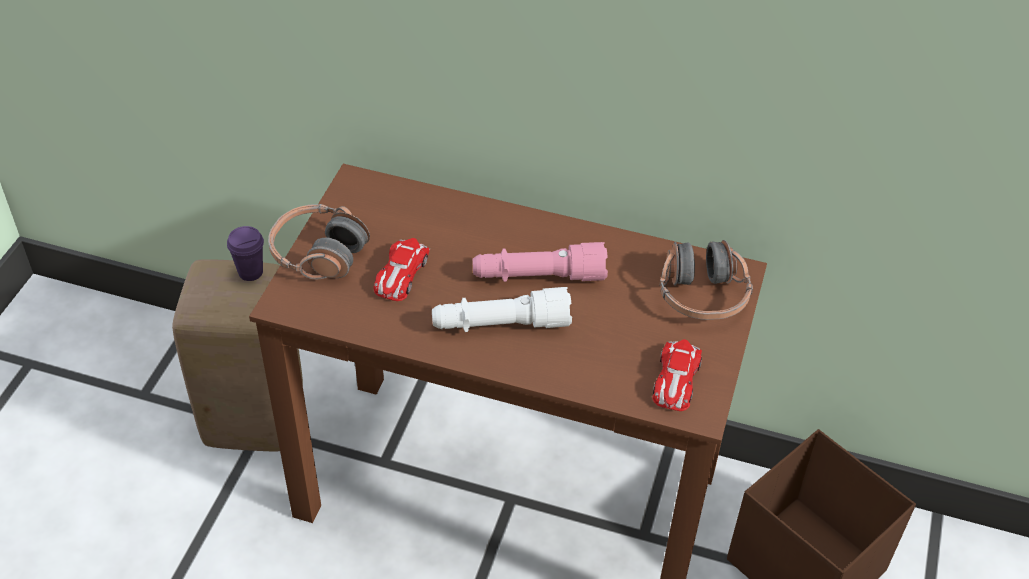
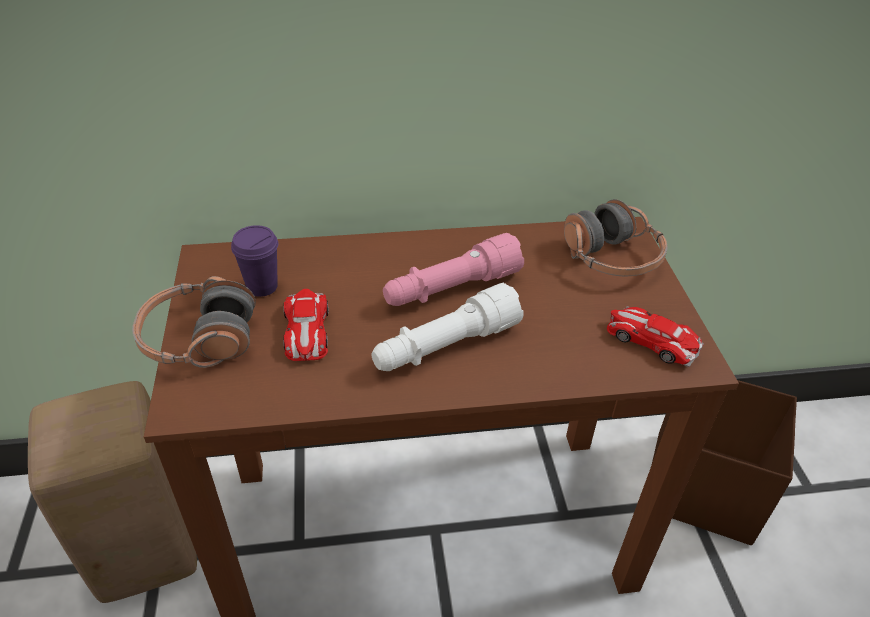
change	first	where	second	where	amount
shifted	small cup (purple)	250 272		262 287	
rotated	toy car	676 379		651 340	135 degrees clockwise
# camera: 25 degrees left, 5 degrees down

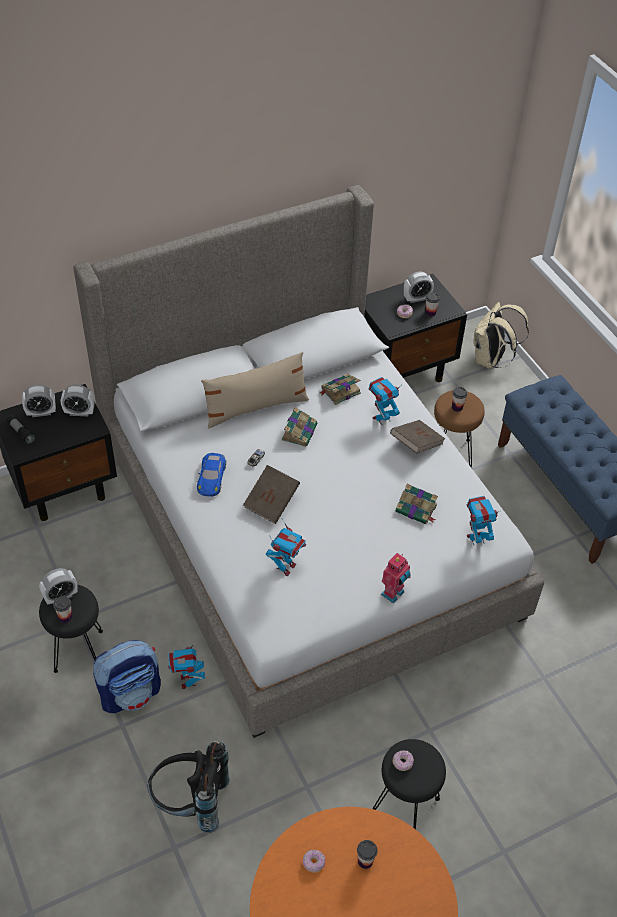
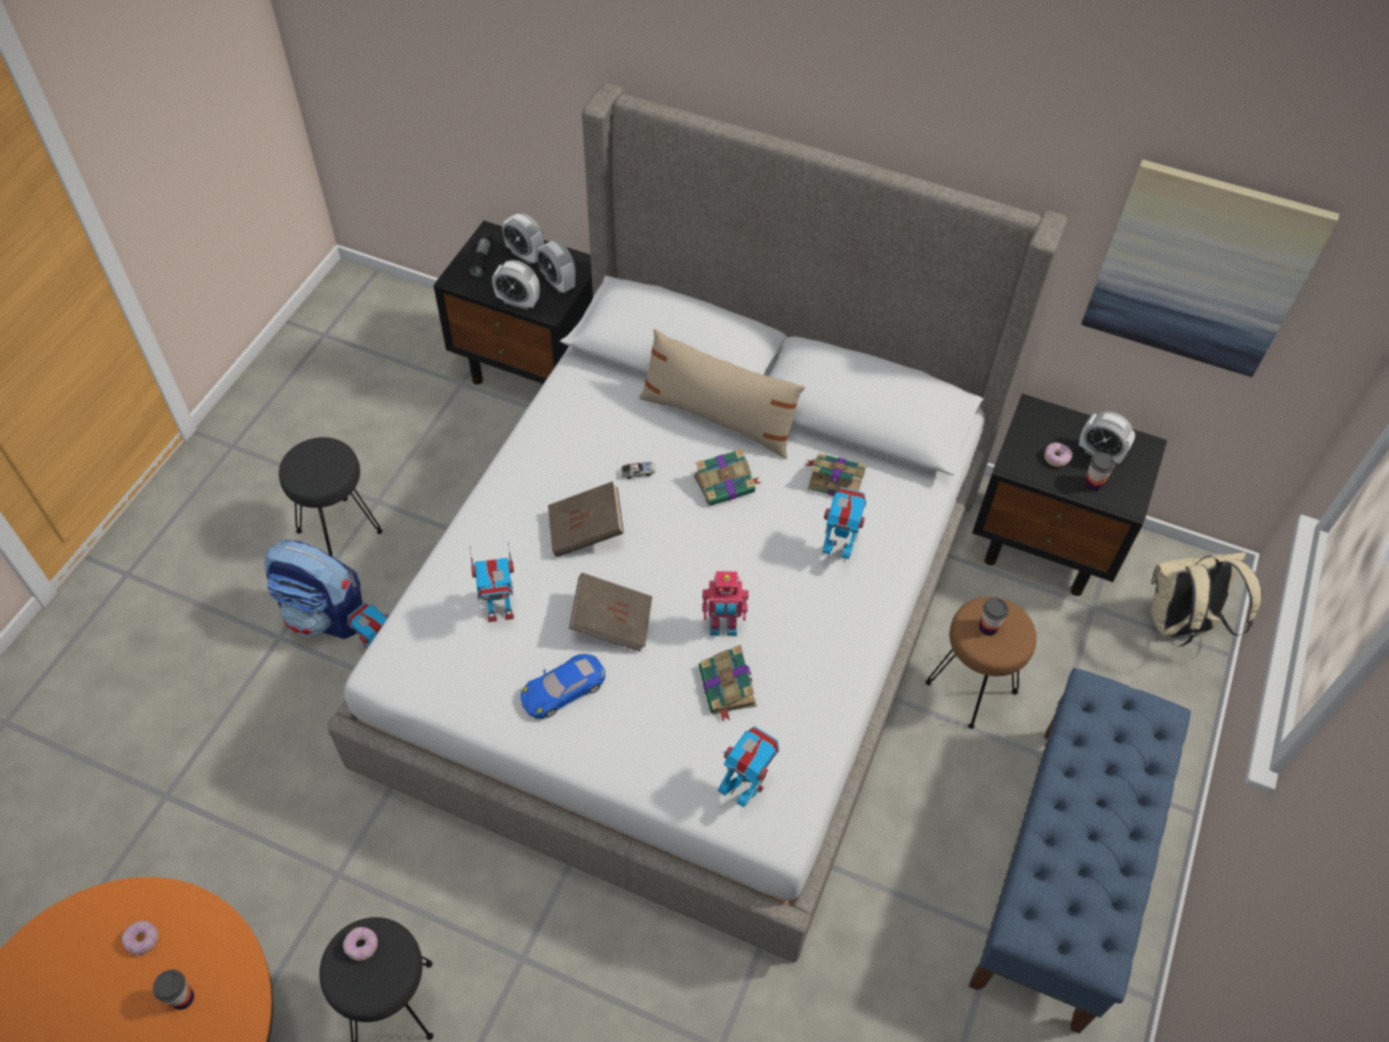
change	first	where	second	where	amount
gone	small cup	65 617			
gone	backpack (black)	191 803			
new			wall art	1201 269	
shifted	bedside clock	61 596		518 302	
shifted	toy car (blue)	211 477		563 689	
shifted	toy robot	393 594		723 627	
shifted	bound book (brownish)	416 444		612 622	
# camera: 50 degrees right, 5 degrees up

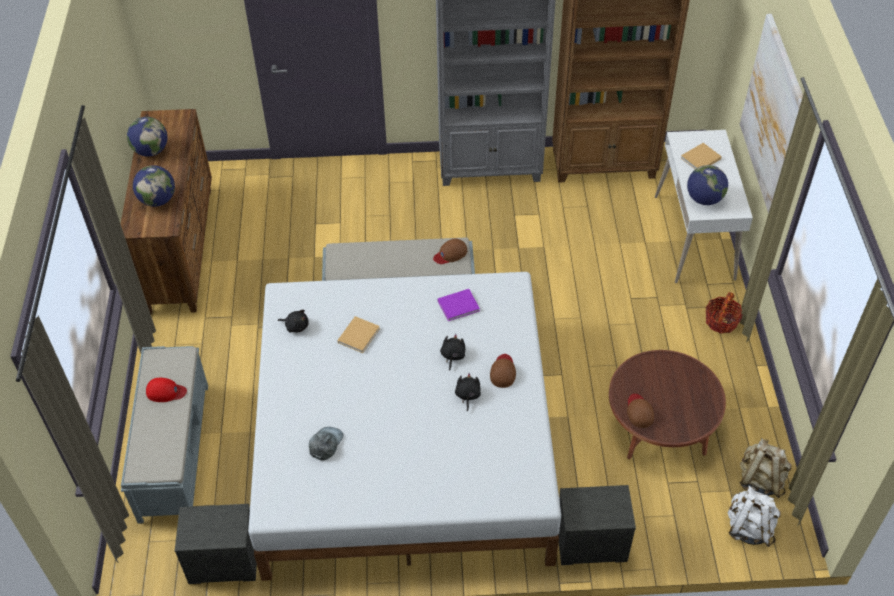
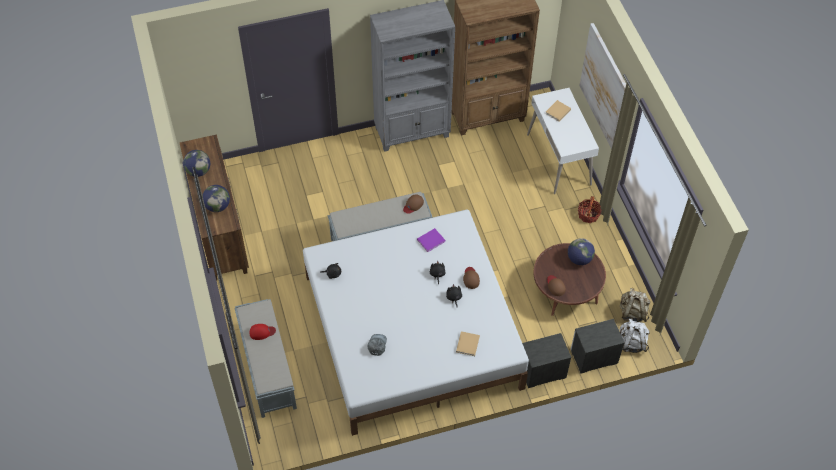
change	first	where	second	where	amount
shifted	night table	222 560		593 356	
shifted	bound book (beige)	359 334		468 343	
shifted	desk globe	704 199		579 259	
# camera: 15 degrees left, 5 degrees up

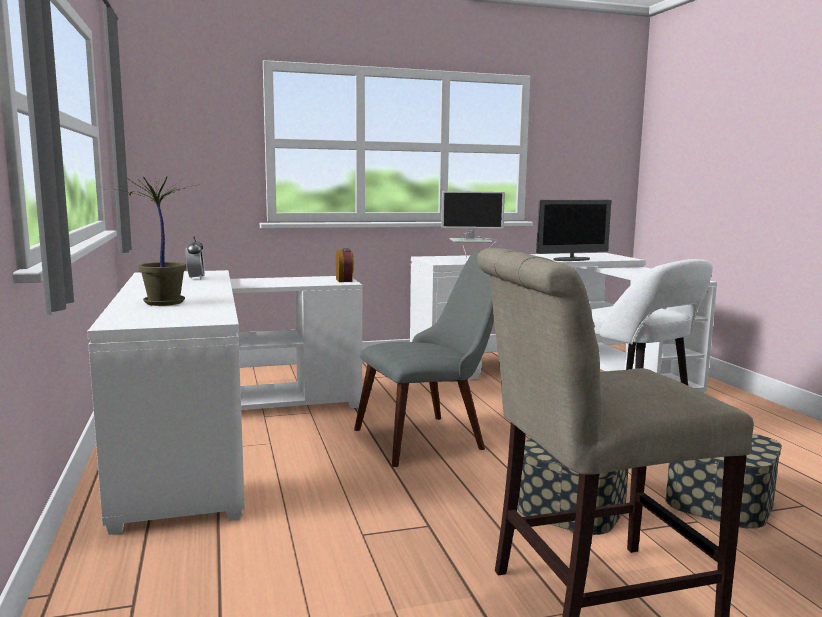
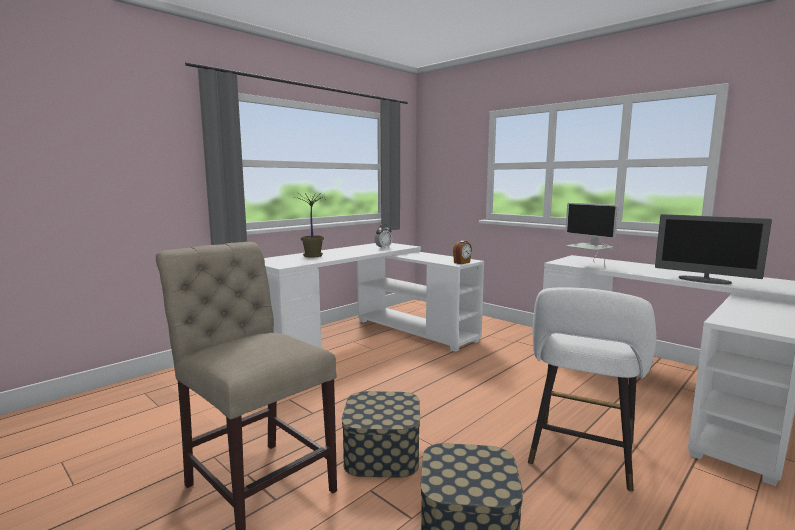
change	first	where	second	where	amount
gone	plain chair (grey)	433 436			
# camera: 60 degrees right, 0 degrees up

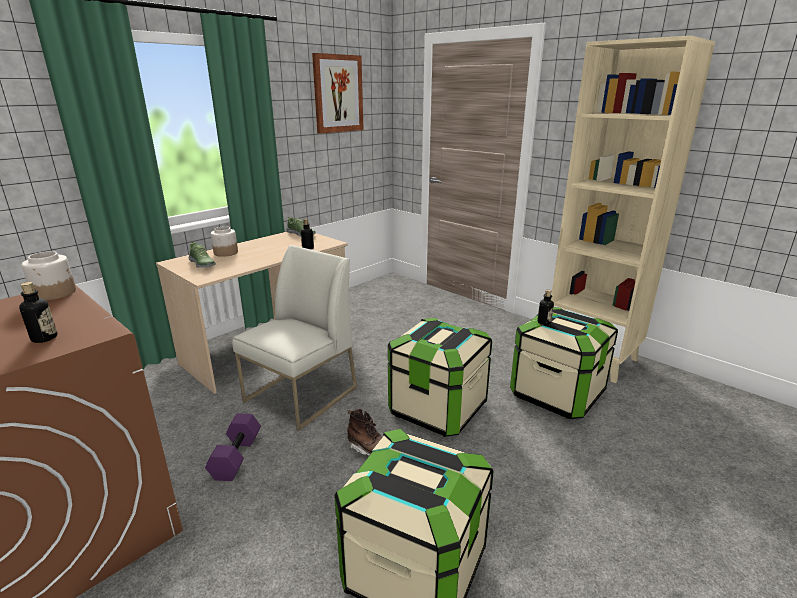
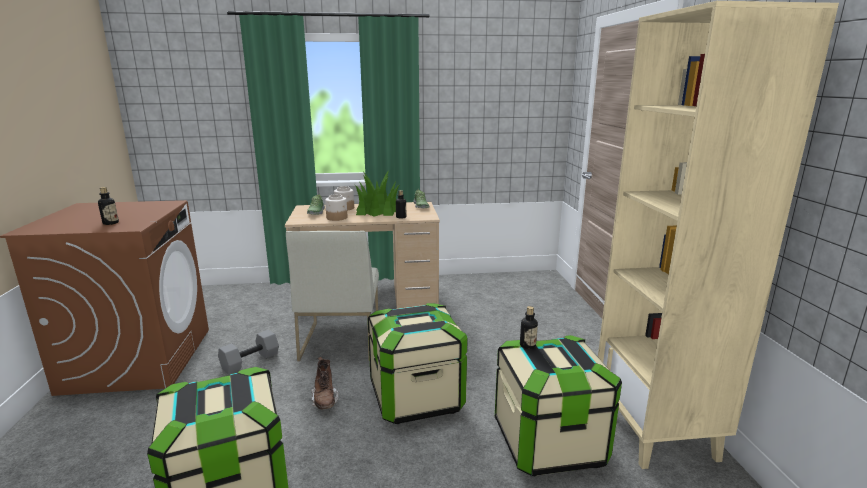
change	first	where	second	where	amount
gone	wall art	338 94			
new			houseplant	377 210	
shifted	jar	55 293		337 218	
repainted	hand weight (purple)	235 456	hand weight (grey)	250 360	
rotated	plain chair (white-coloured)	301 395		340 340	105 degrees clockwise
# camera: 40 degrees right, 5 degrees down

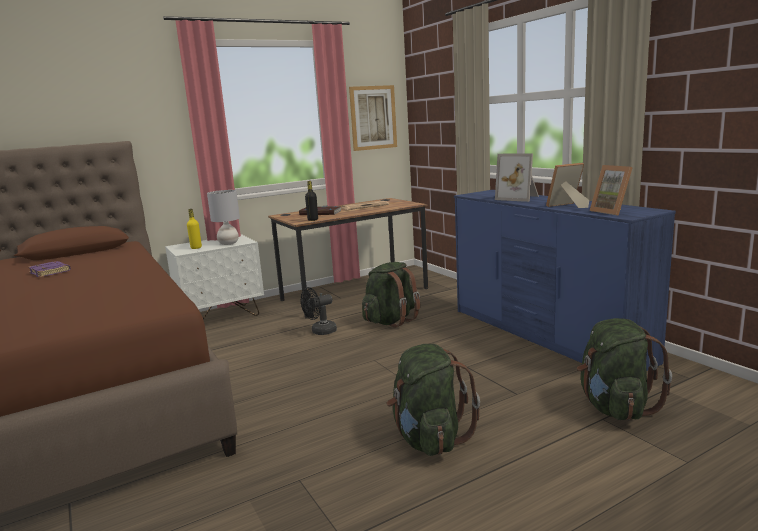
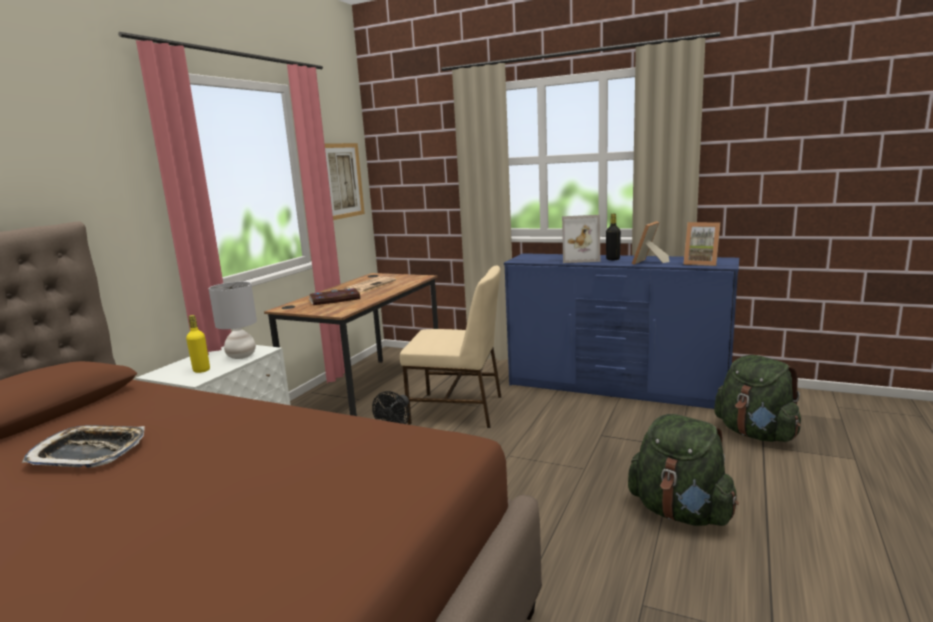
change	first	where	second	where	amount
shifted	drink bottle (black)	313 220		613 259	
swapped	bound book (purple)	51 272	serving tray	89 453	
swapped	backpack (green)	391 321	plain chair (beige)	458 410	
# camera: 35 degrees left, 0 degrees up

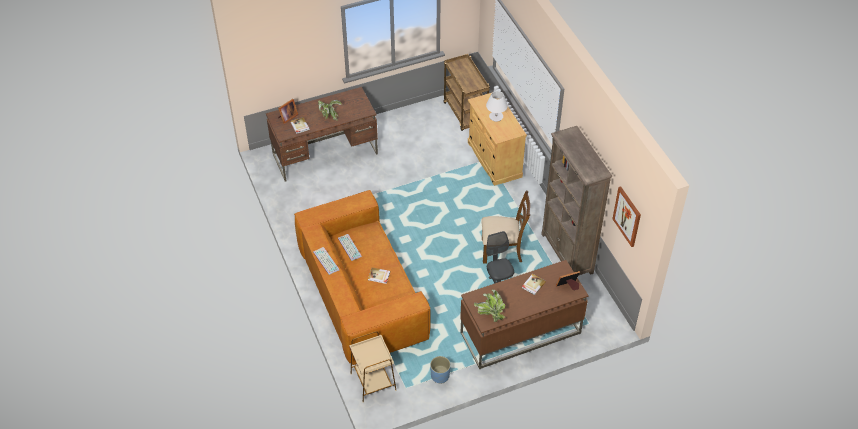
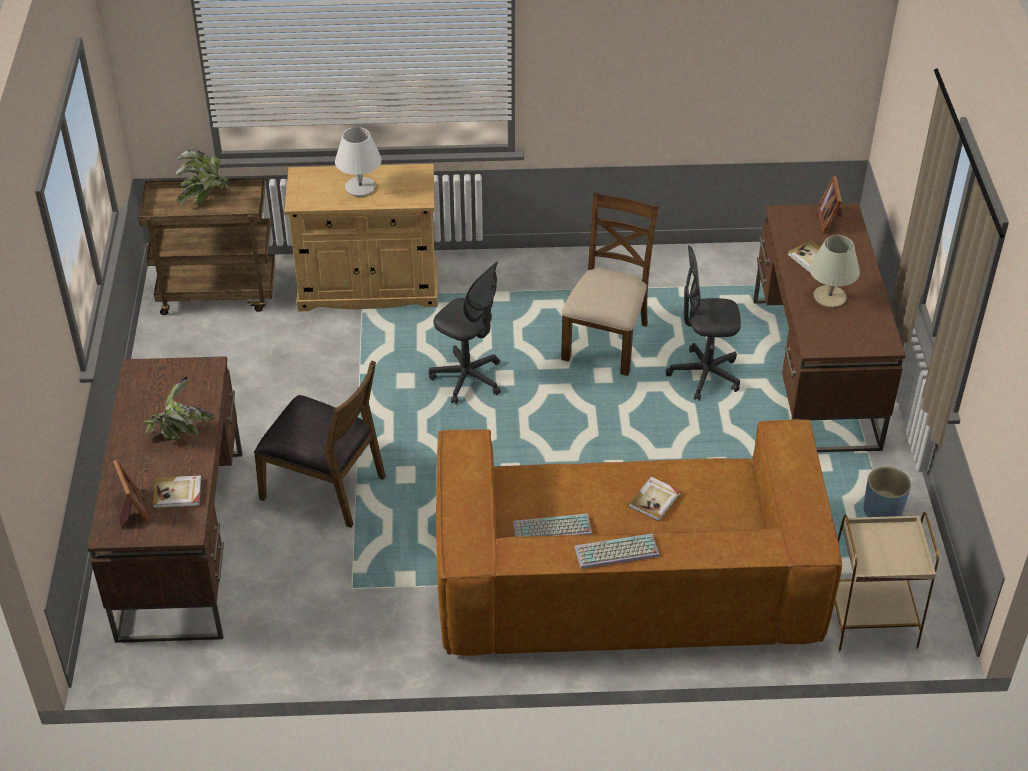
change	first	where	second	where	amount
gone	bookshelf (brownish)	567 254			
gone	wall art	627 216			
new			plain chair (brownish)	325 486	
new			desk chair (grey)	467 379	
new			tabletop lamp (beige)	829 297	
shifted	houseplant	489 313		205 196	
# camera: 70 degrees left, 5 degrees down

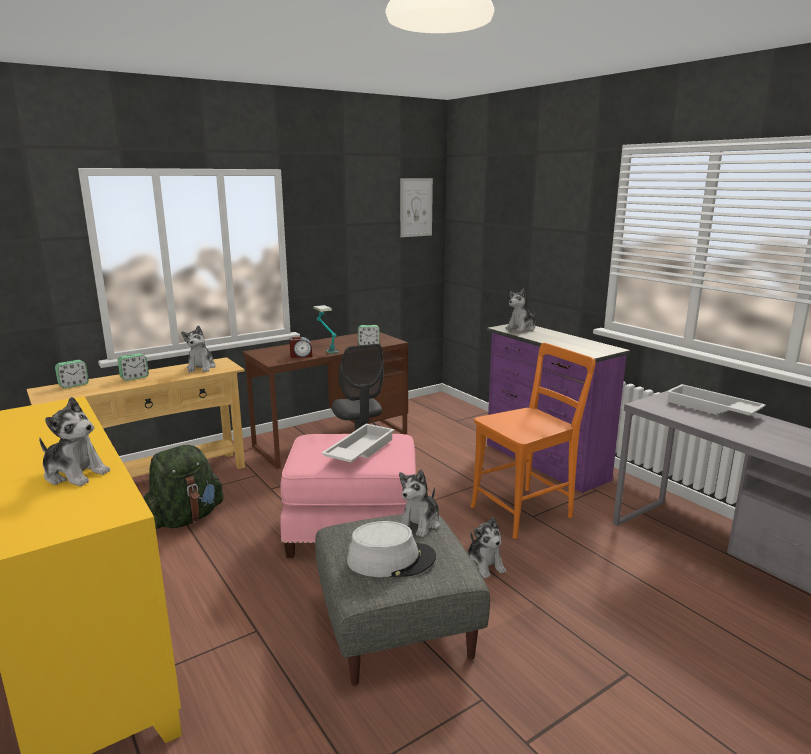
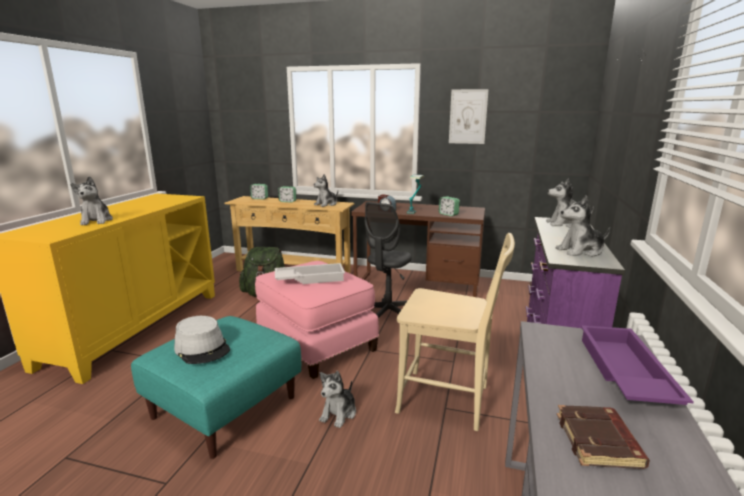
change	first	where	second	where	amount
new			bound book (brownish)	599 442	
shifted	plush toy	420 523		580 251	
shifted	wall art	416 207		468 116	
repainted	footrest (grey)	395 625	footrest (blue-green)	224 407	
repainted	plain chair (orangey)	526 510	plain chair (beige)	448 400	
repainted	serving tray (white-coloured)	711 408	serving tray (purple)	623 372	
# camera: 50 degrees right, 0 degrees up

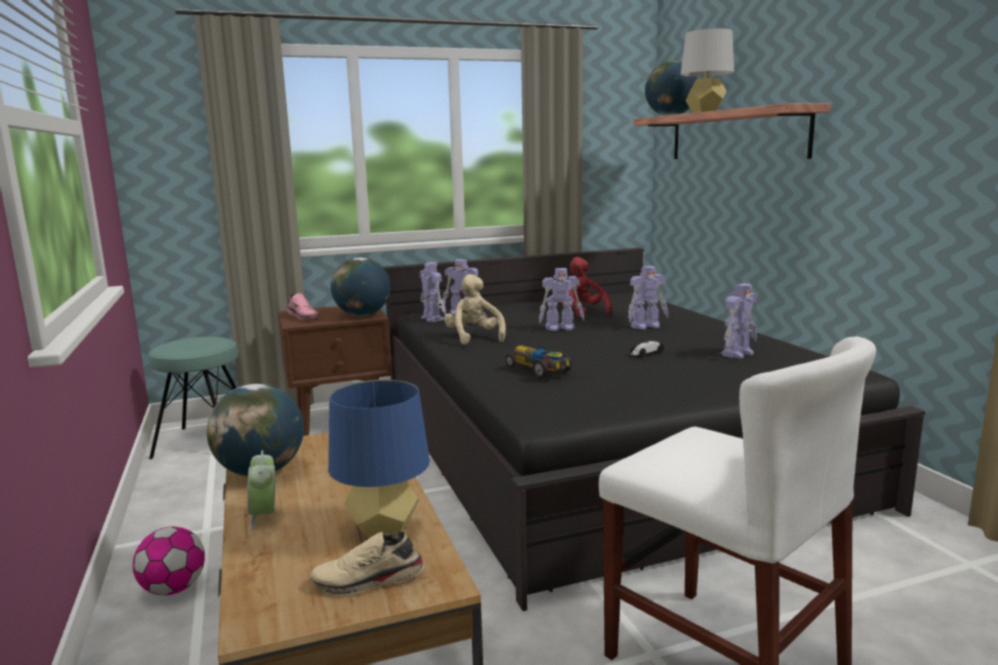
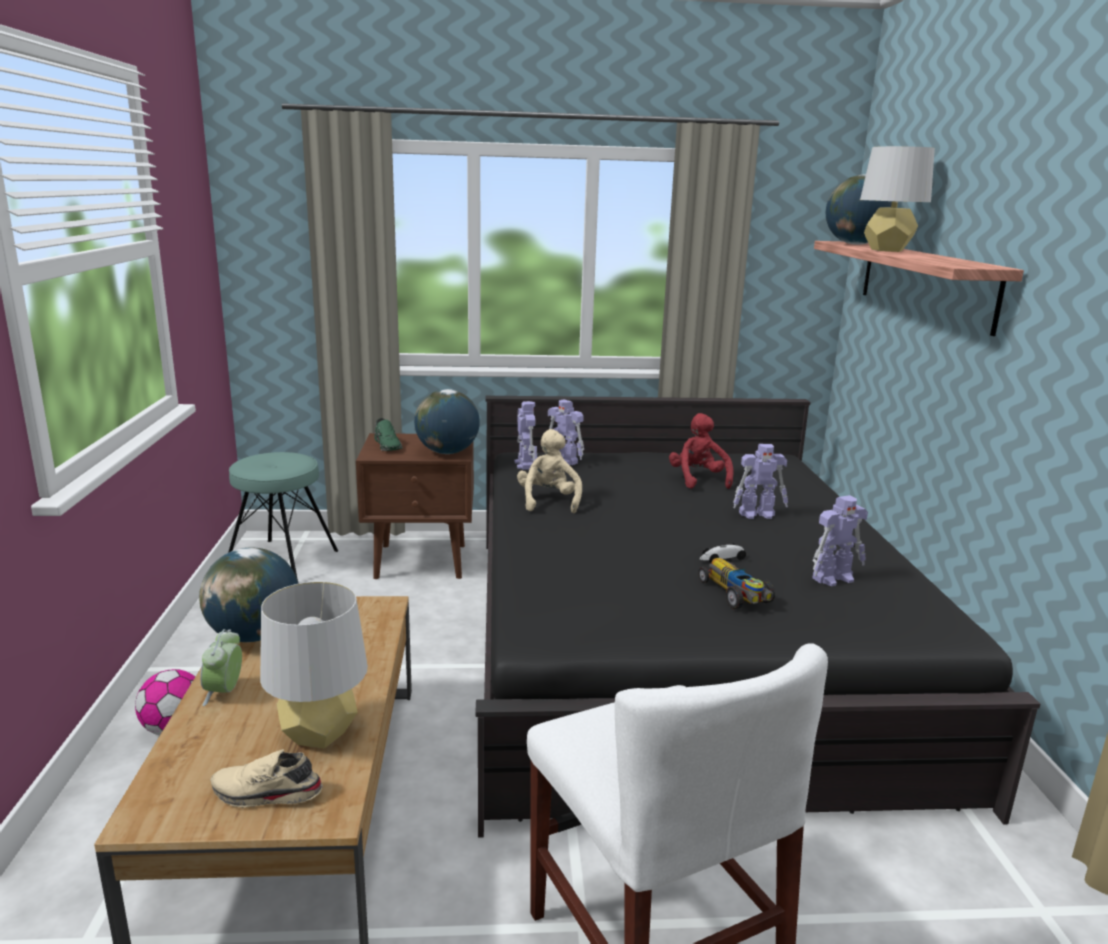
change	first	where	second	where	amount
gone	toy robot	561 328			
shifted	toy car	539 370		736 594	
repainted	item of footwear (pink-coloured)	304 316	item of footwear (green)	388 445	
repainted	tabletop lamp (blue)	383 529	tabletop lamp (grey)	319 734	
# camera: 15 degrees right, 5 degrees up

